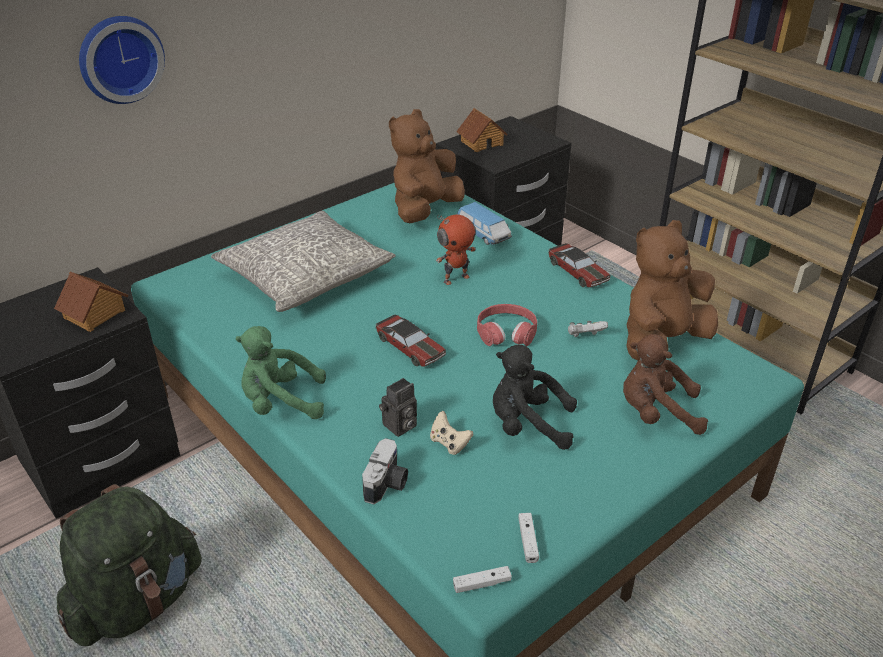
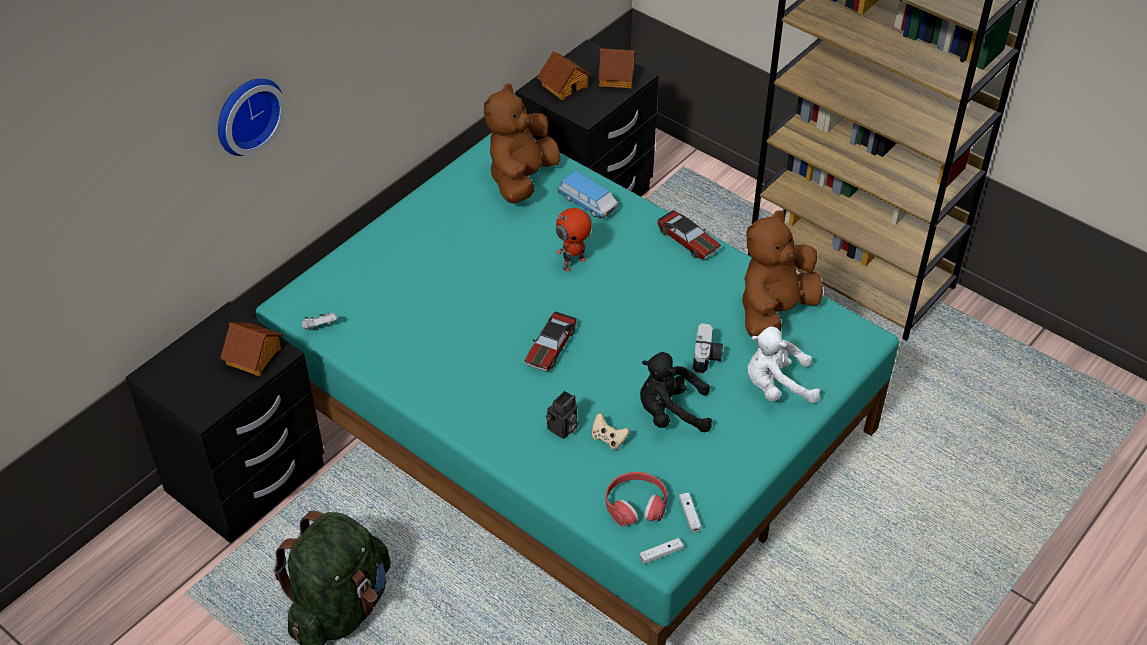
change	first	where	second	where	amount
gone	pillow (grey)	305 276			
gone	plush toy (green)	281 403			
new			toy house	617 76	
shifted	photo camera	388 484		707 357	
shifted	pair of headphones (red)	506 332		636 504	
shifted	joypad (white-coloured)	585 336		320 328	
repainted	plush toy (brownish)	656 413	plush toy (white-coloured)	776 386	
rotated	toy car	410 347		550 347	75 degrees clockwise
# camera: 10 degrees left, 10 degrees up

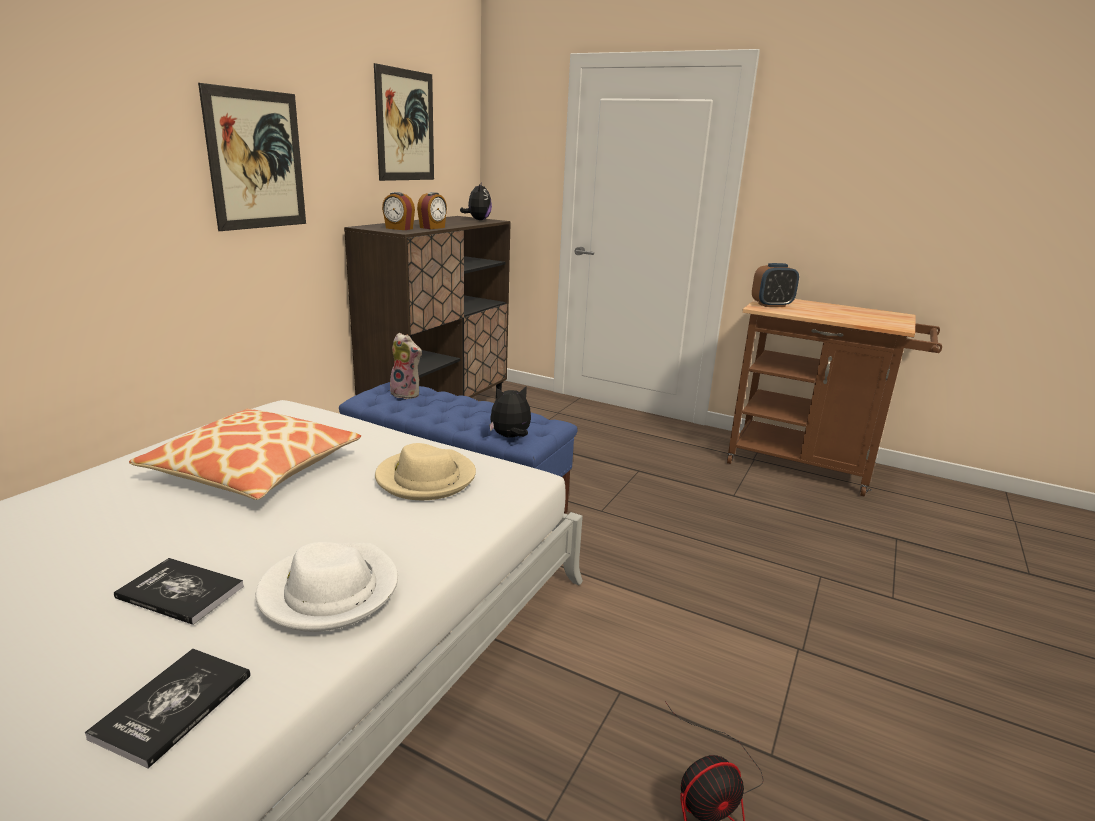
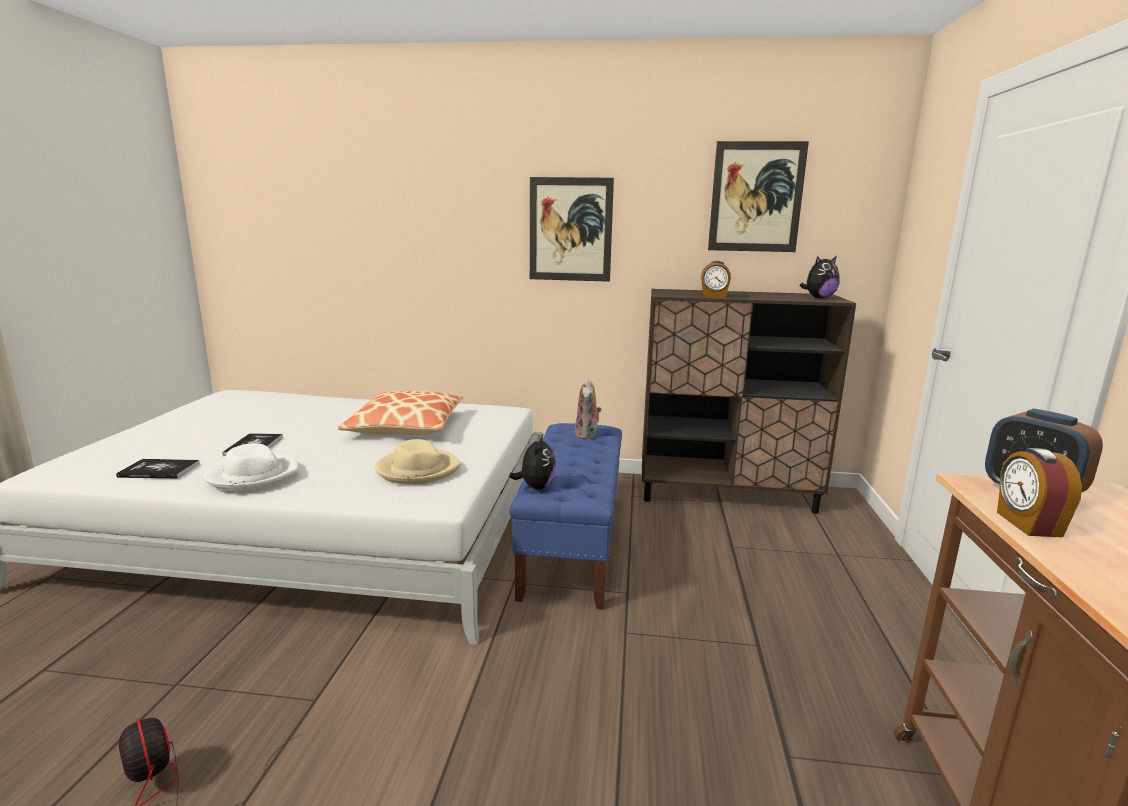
change	first	where	second	where	amount
shifted	bedside clock	399 228		1027 524	
rotated	plush toy	510 437		536 487	45 degrees clockwise
# camera: 70 degrees right, 5 degrees down

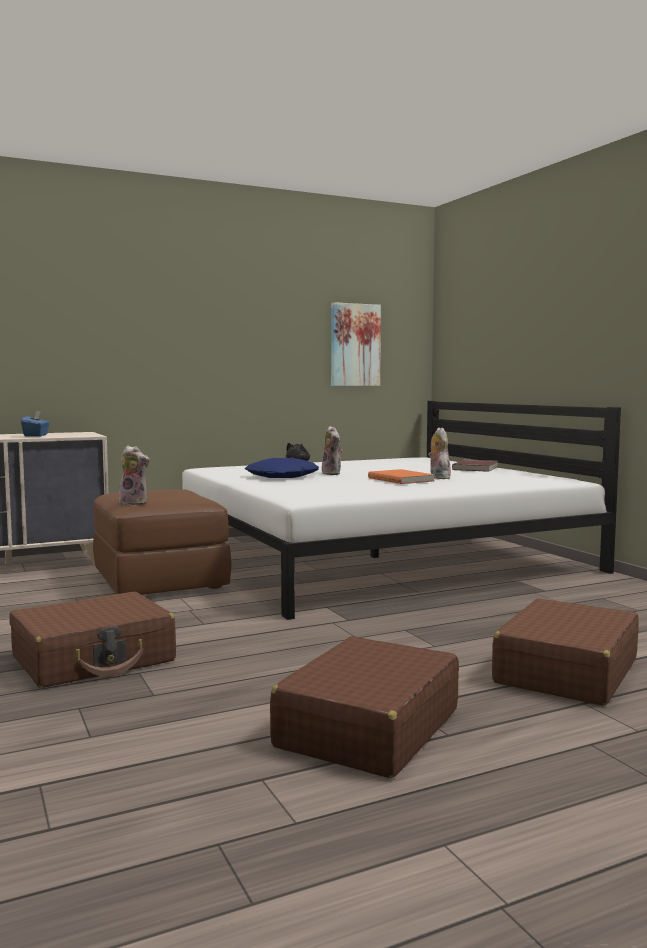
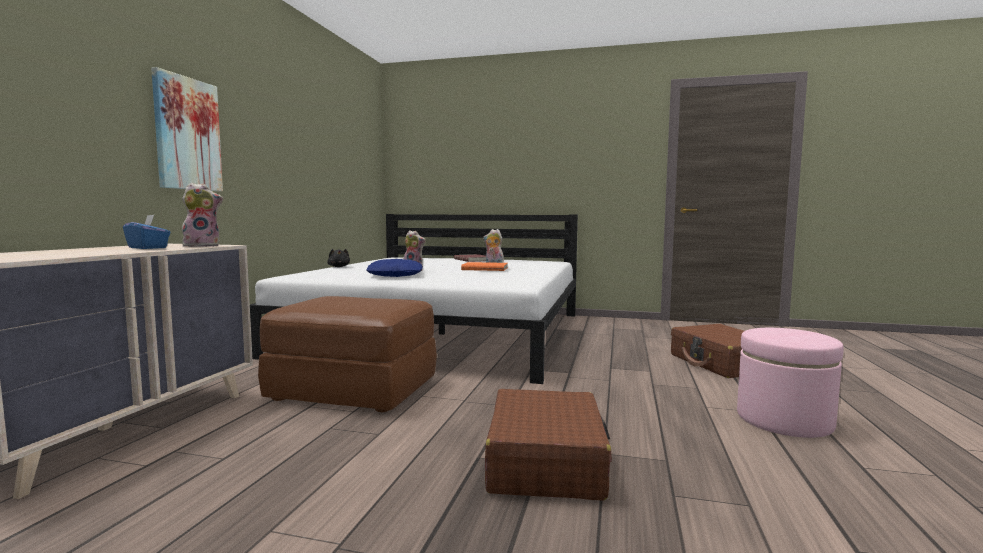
change	first	where	second	where	amount
shifted	plush toy	135 503		202 246	
shifted	wall art	355 345		187 134	
swapped	suitcase (brownish)	367 728	footrest (pink-coloured)	784 420	
# camera: 50 degrees left, 0 degrees up

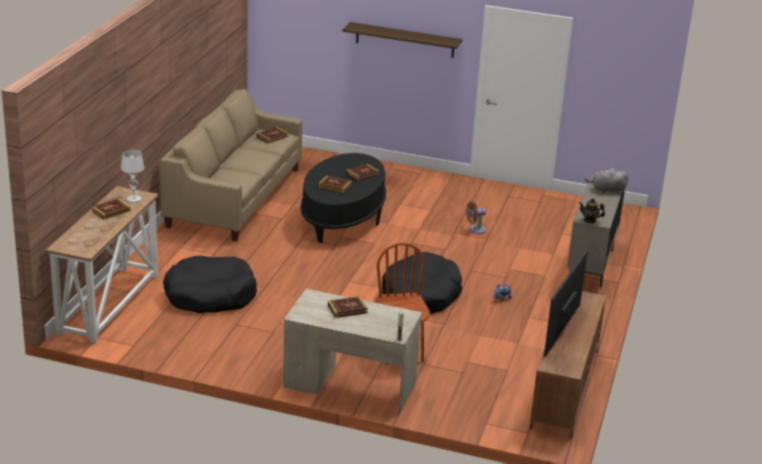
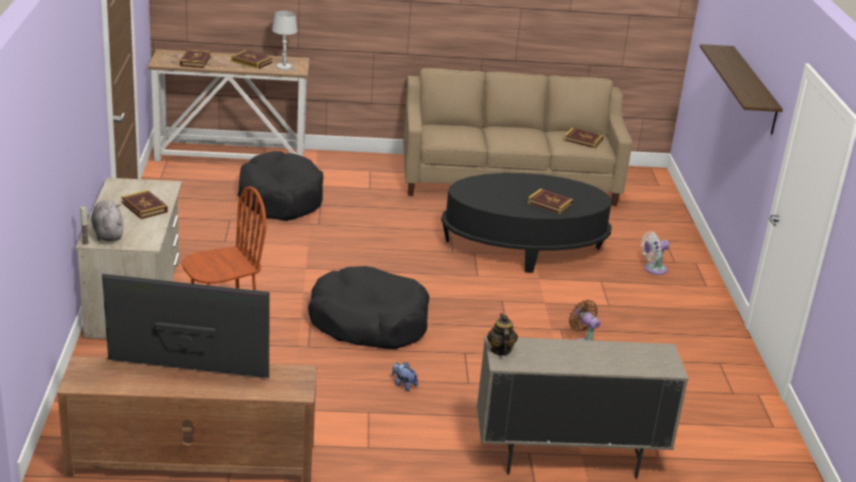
change	first	where	second	where	amount
new			cooling fan (white-coloured)	653 269	
shifted	bound book	335 186		195 61	
shifted	plush toy (grey)	606 190		108 233	
# camera: 70 degrees right, 0 degrees up

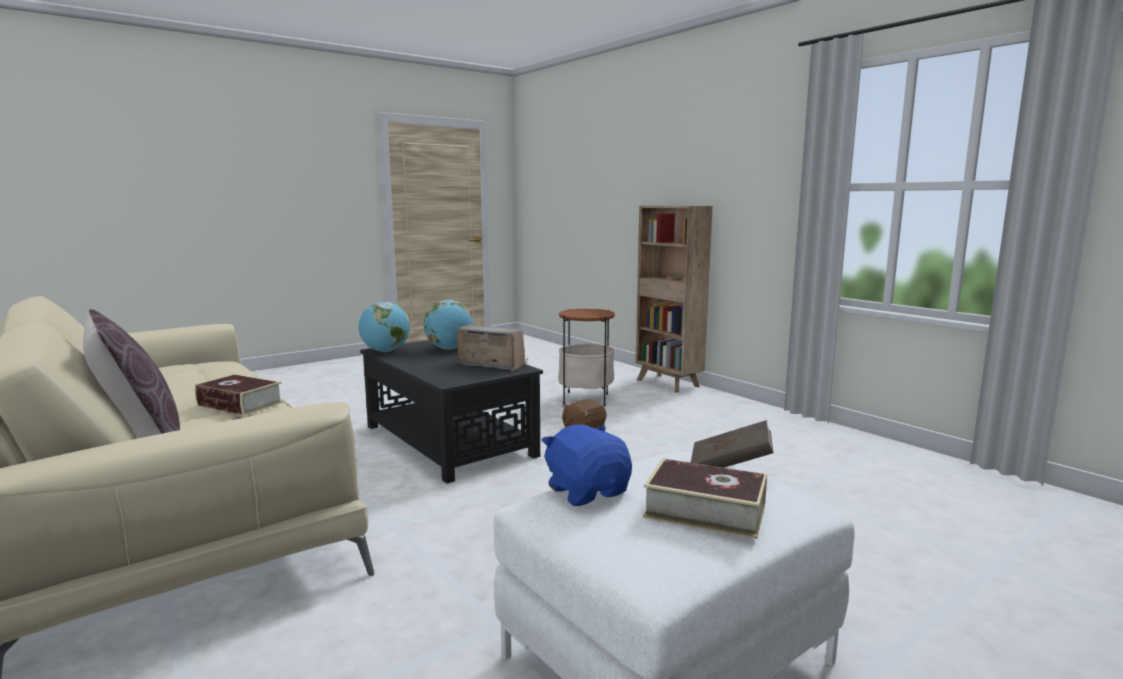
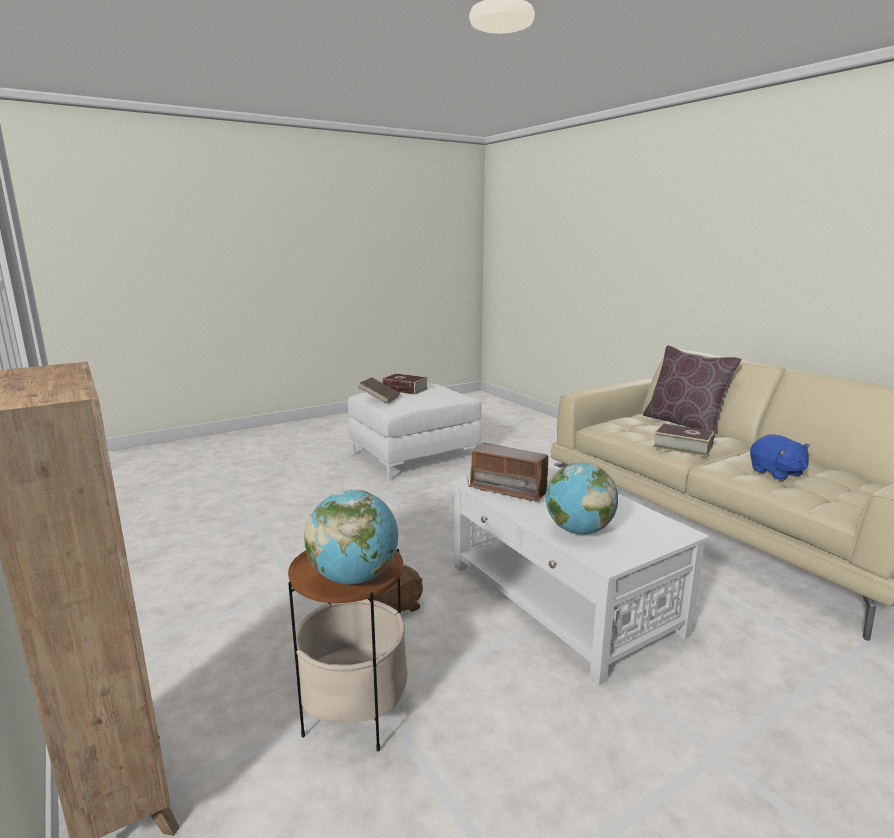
change	first	where	second	where	amount
shifted	desk globe	385 351		354 577	
shifted	plush toy (blue)	587 491		776 473	
repainted	coffee table (black)	448 440	coffee table (white-coloured)	562 598	
# camera: 175 degrees left, 5 degrees up

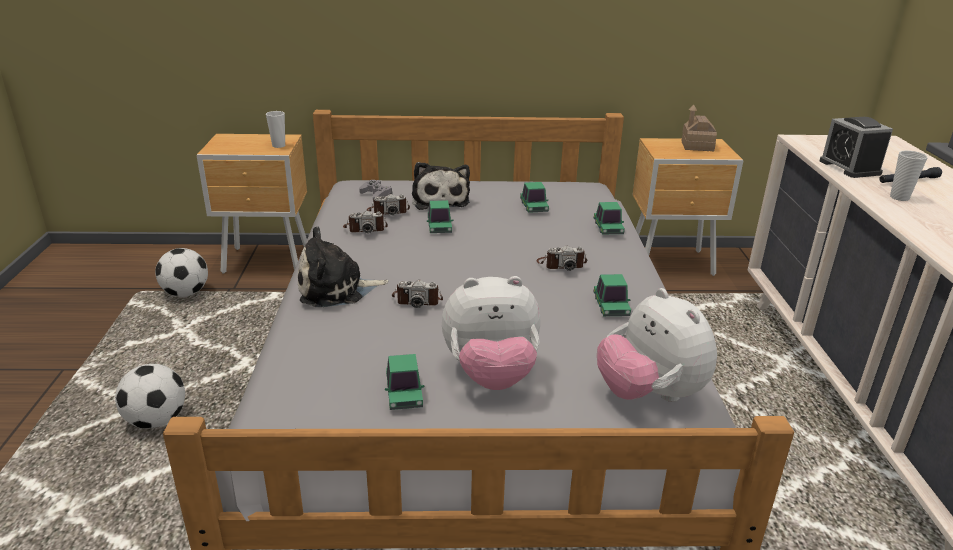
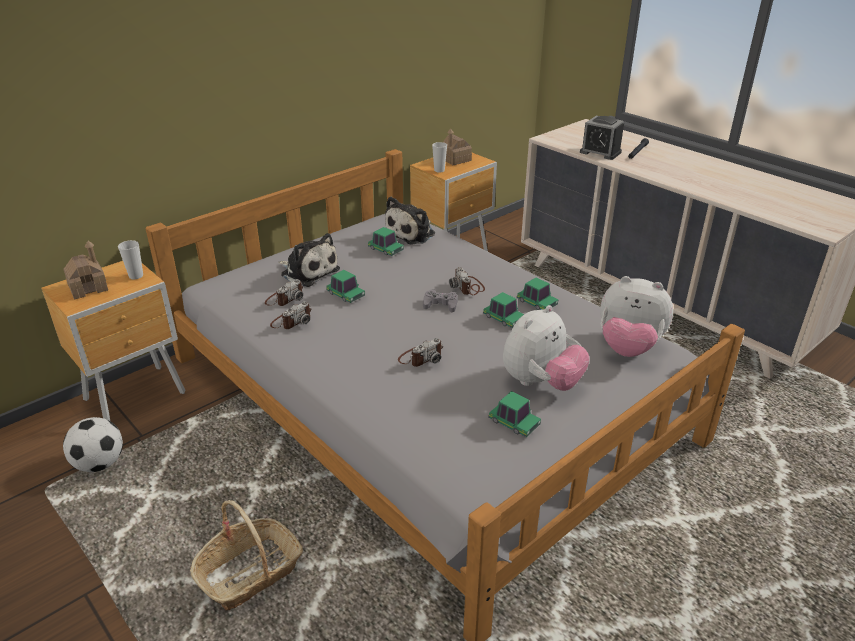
change	first	where	second	where	amount
new			toy house	88 288	
shifted	plush toy	336 289		412 233	
shifted	joypad (grey)	376 195		440 304	
shifted	toy car	608 228		503 318	
shifted	small cup	899 197		439 170	
swapped	ball for football	157 420	basket	250 573	
rotated	photo camera	561 264		468 287	120 degrees clockwise
# camera: 40 degrees left, 5 degrees up

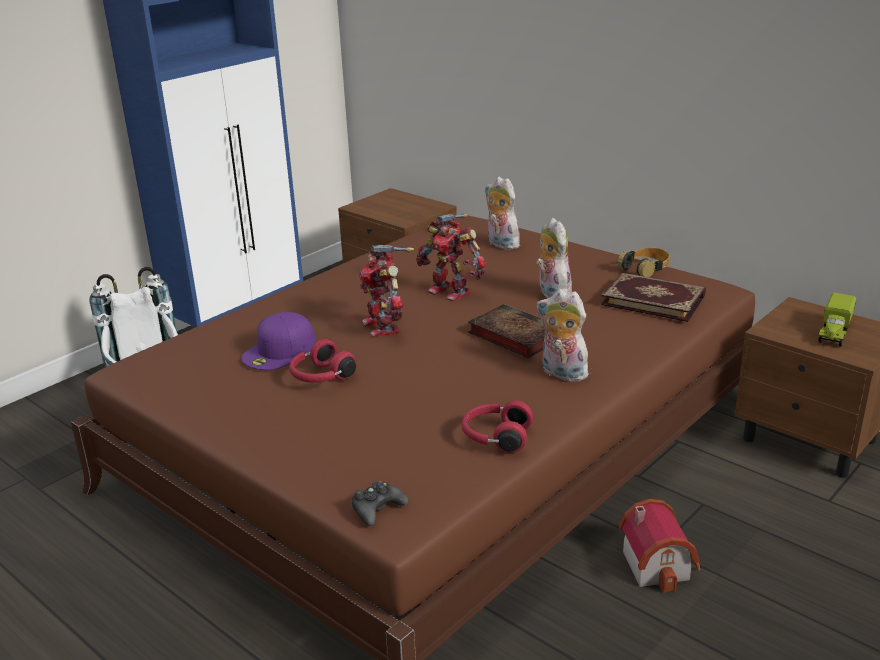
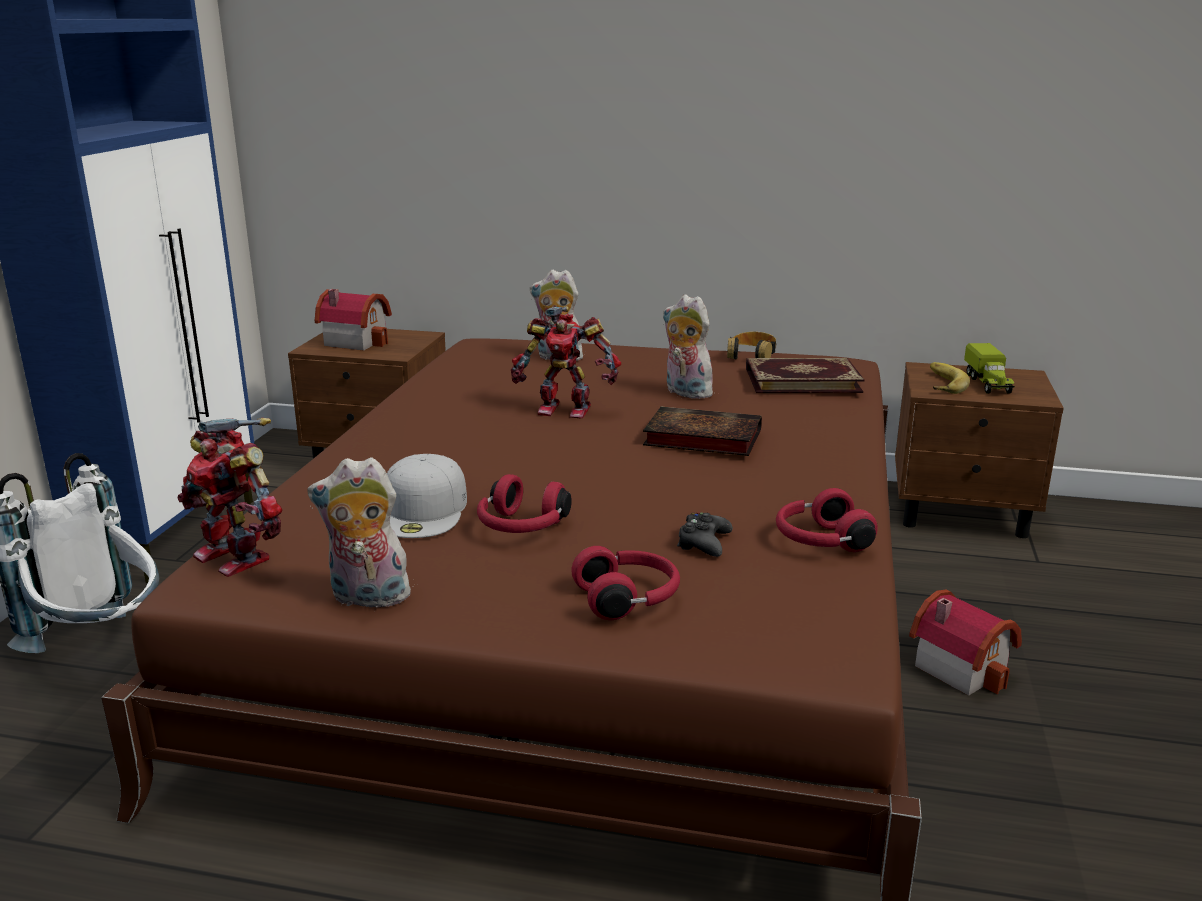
change	first	where	second	where	amount
new			toy house	356 340	
new			pair of headphones (red)	628 599	
new			banana fruit	940 383	
shifted	joypad (black)	377 509		704 543	
shifted	toy robot	384 326		237 556	
shifted	plush toy	561 374		367 598	
repainted	cap (purple)	279 351	cap (white-coloured)	423 511	
# camera: 30 degrees left, 5 degrees down

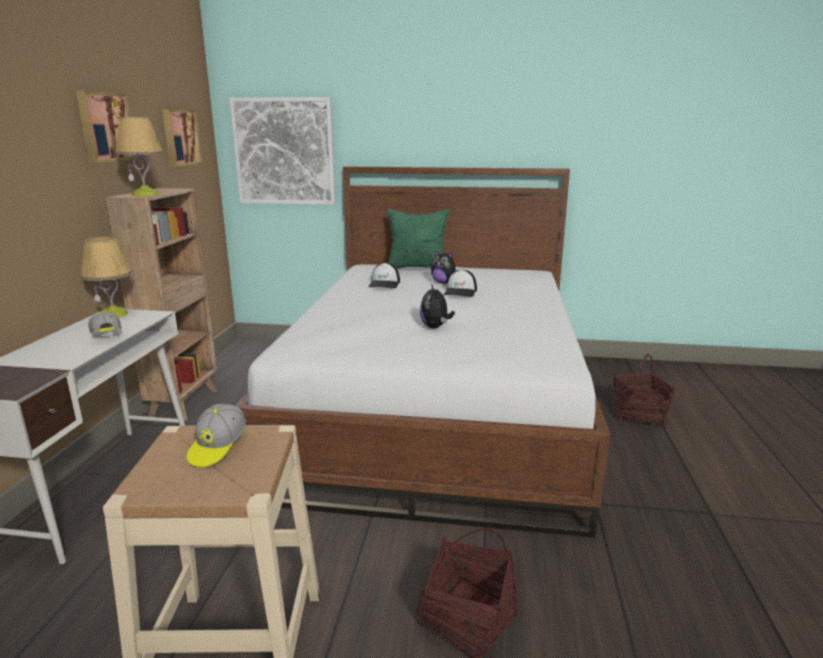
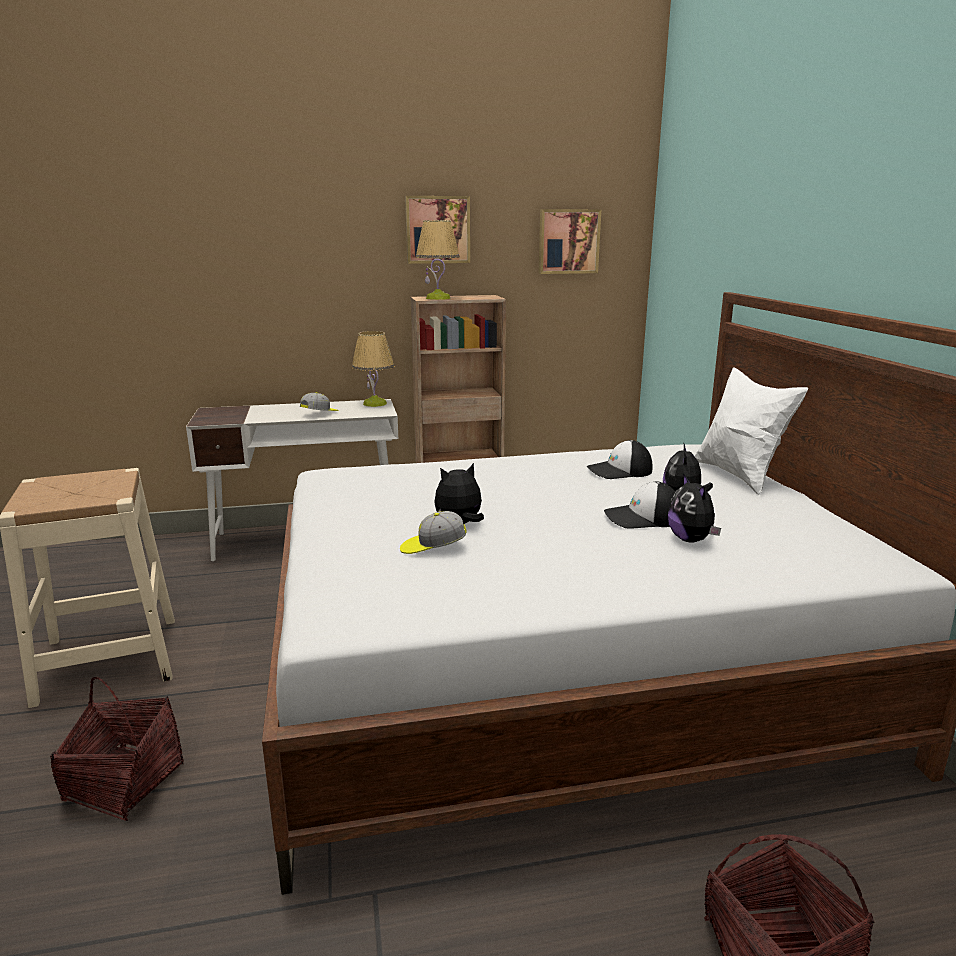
change	first	where	second	where	amount
gone	wall art	284 152			
new			plush toy	691 539	
shifted	cap	217 447		433 547	
repainted	pillow (green)	417 268	pillow (white-coloured)	739 476	
# camera: 70 degrees right, 0 degrees up

